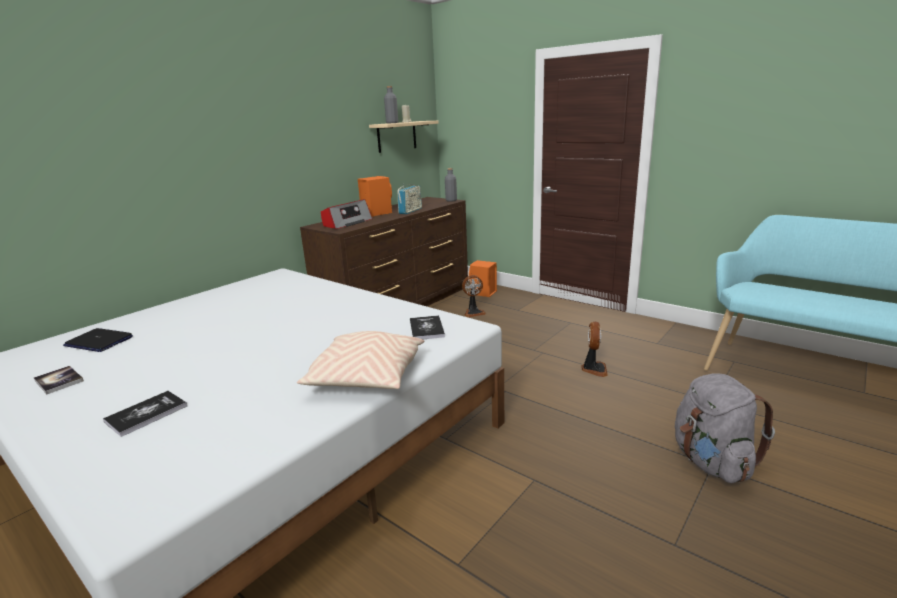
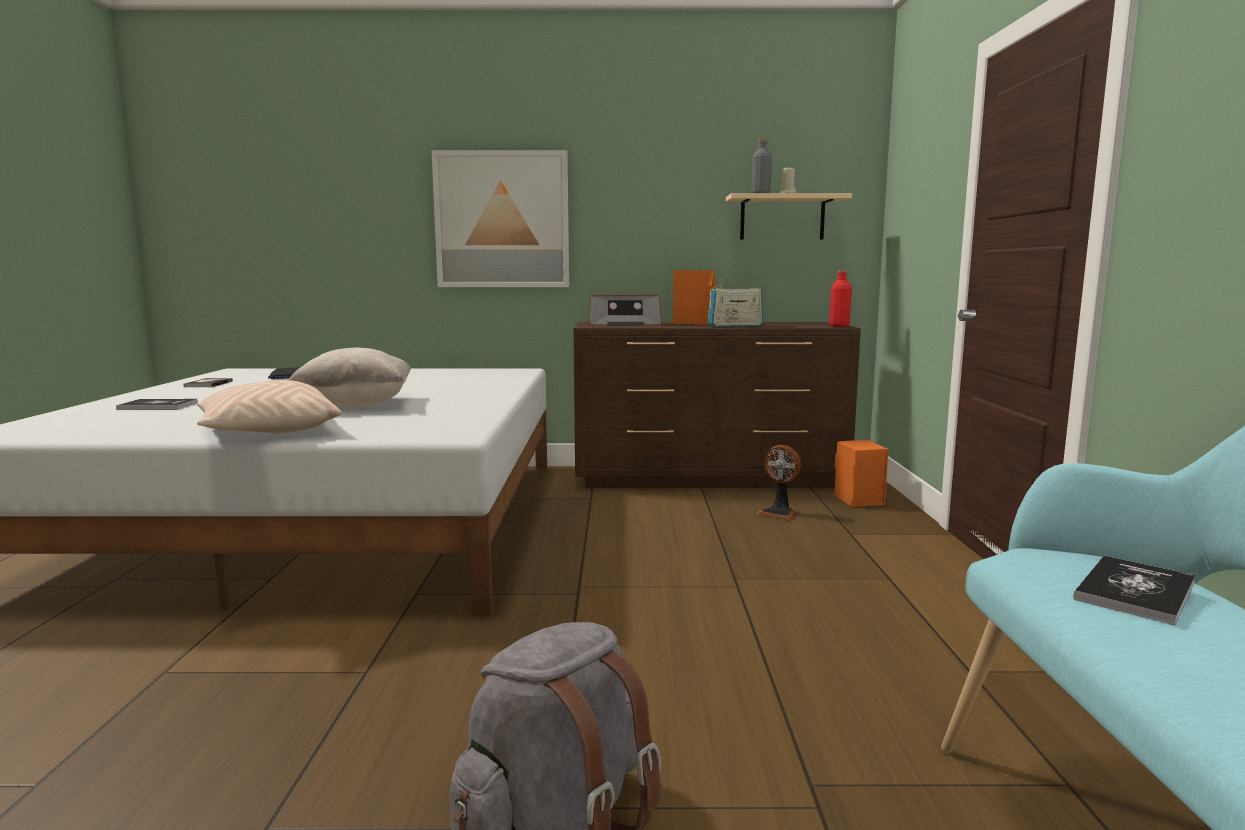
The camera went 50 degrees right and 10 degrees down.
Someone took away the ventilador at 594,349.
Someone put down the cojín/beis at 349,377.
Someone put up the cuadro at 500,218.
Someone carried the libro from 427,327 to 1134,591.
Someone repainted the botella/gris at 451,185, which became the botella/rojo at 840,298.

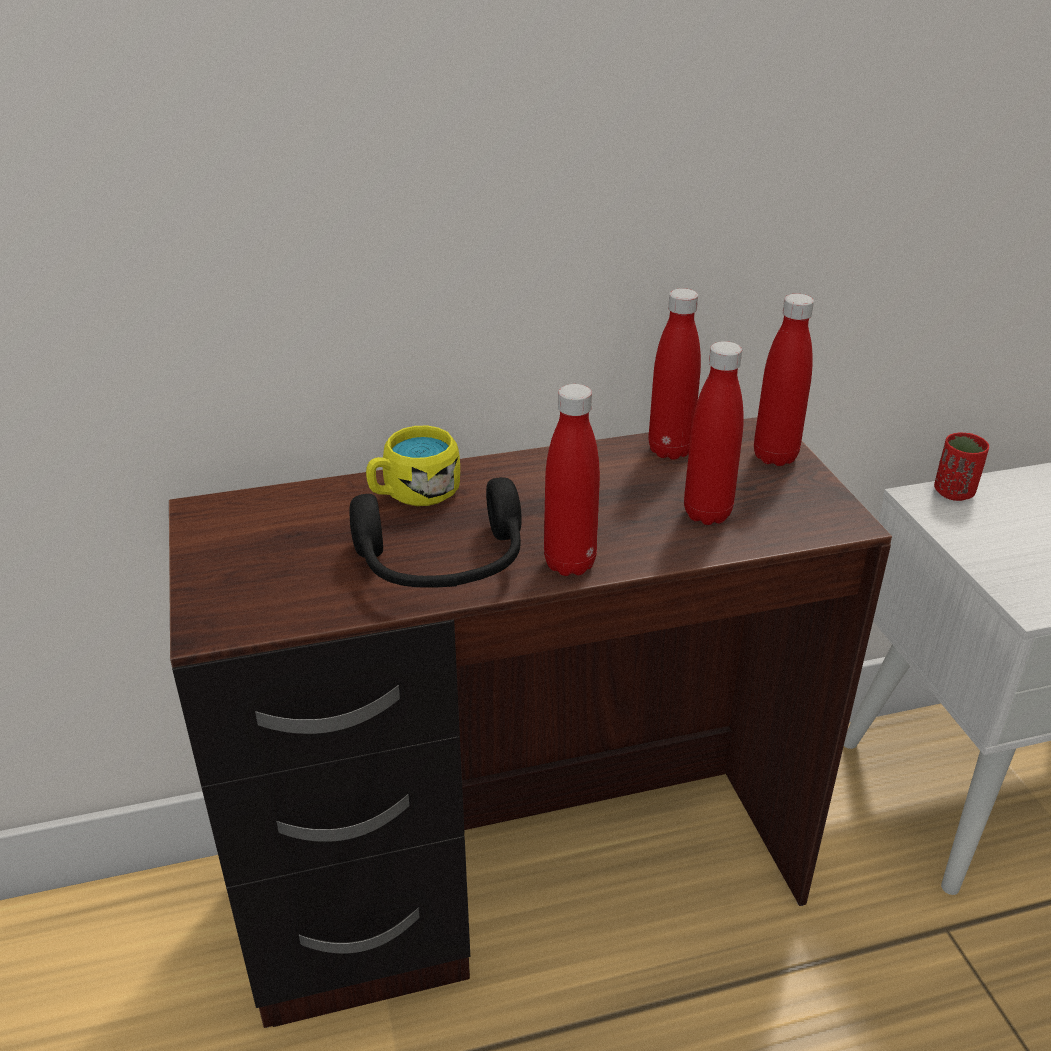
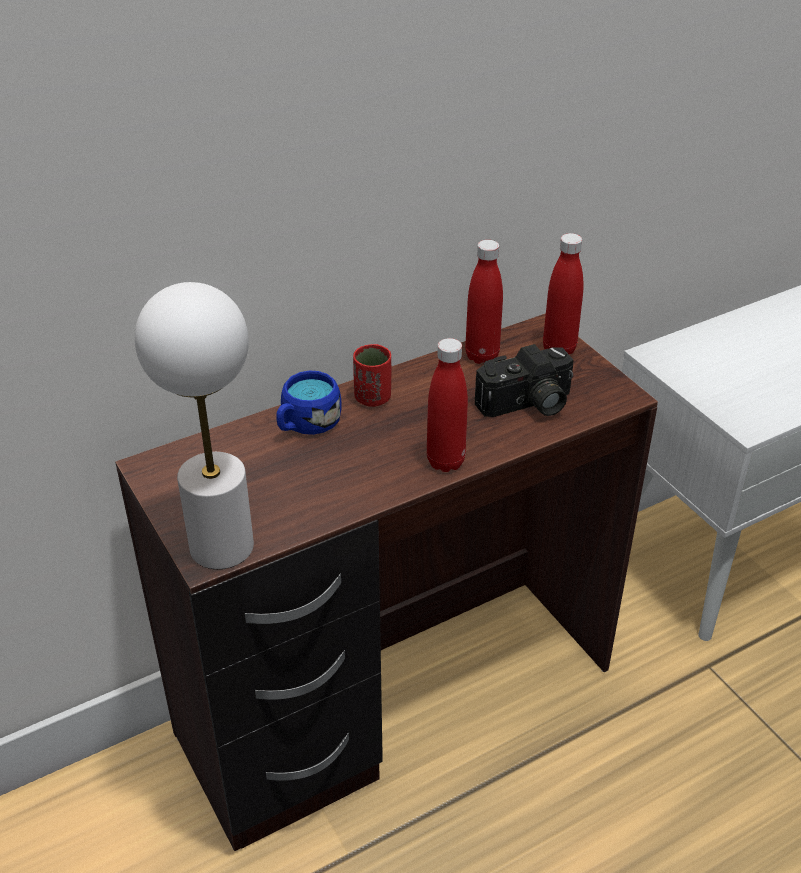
The camera went 15 degrees left and 5 degrees up.
Someone took away the auriculares/negro at 436,532.
Someone put down the lámpara de mesa/blanco at 194,425.
Someone carried the taza/rojo from 961,466 to 372,375.
Someone swapped the botella/rojo at 714,433 for the cámara at 524,380.
Someone repainted the taza grande/amarillo at 413,466, which became the taza grande/azul at 309,403.

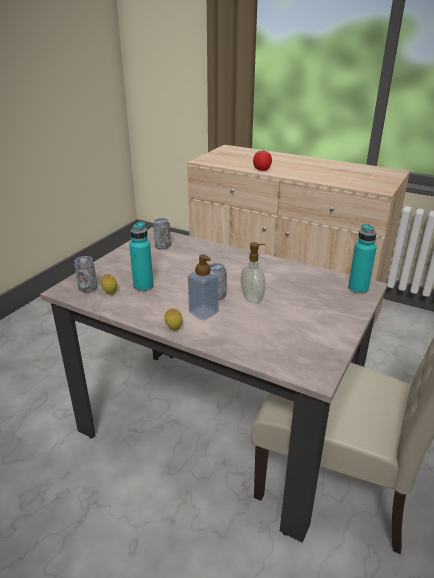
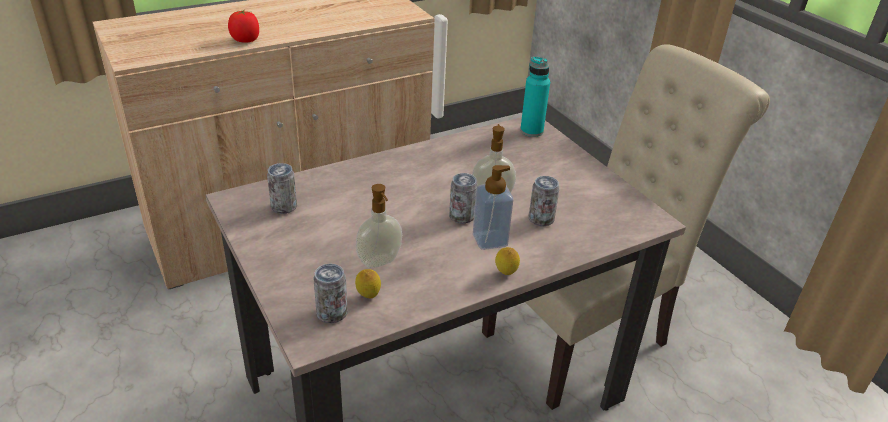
The camera went 60 degrees left and 5 degrees up.
Someone put down the lata at 544,201.
Someone swapped the botella/turquesa at 141,256 for the dispensador de jabón at 378,226.

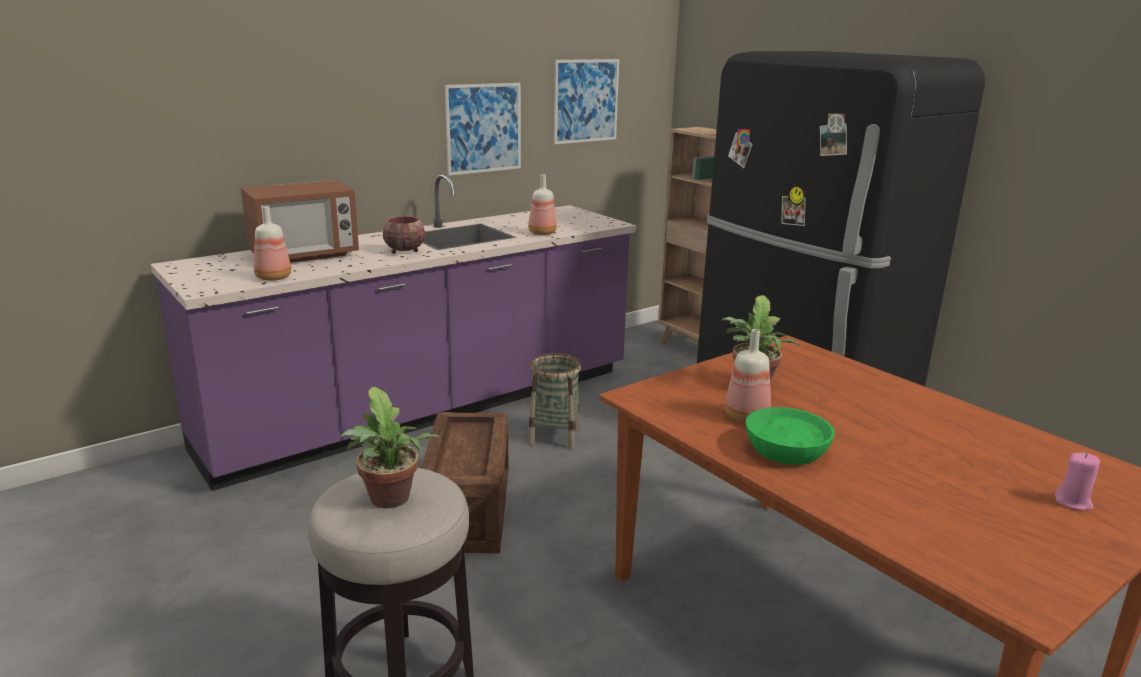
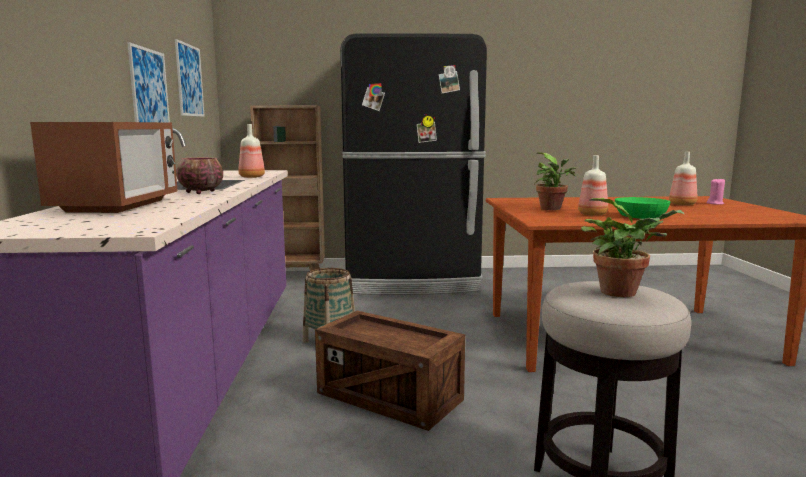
The camera went 55 degrees left and 10 degrees down.
Someone carried the botella from 272,243 to 683,178.

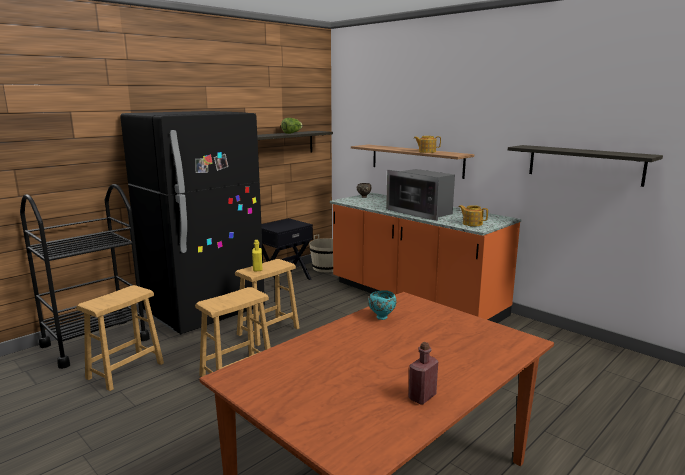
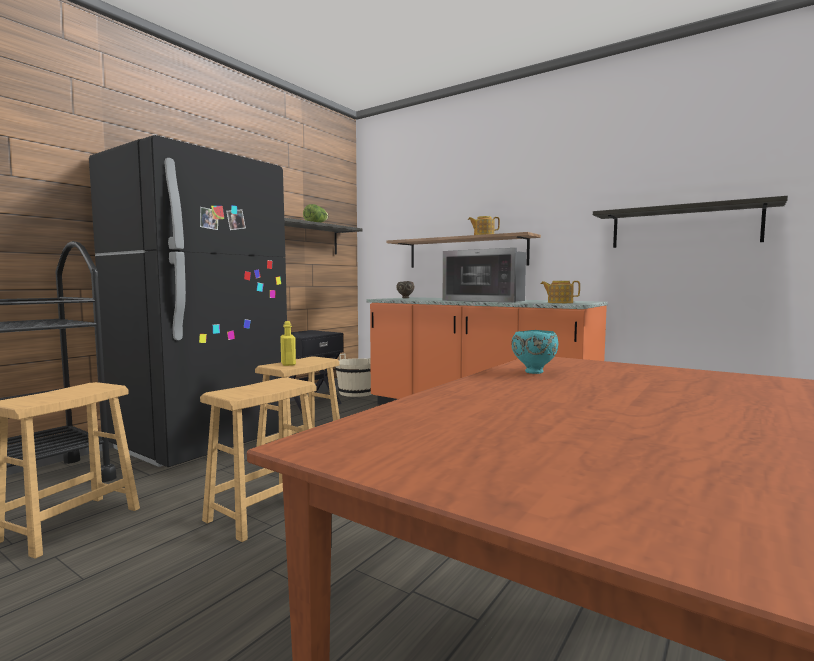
The camera went 10 degrees left and 10 degrees down.
Someone took away the botella/rojo at 423,373.

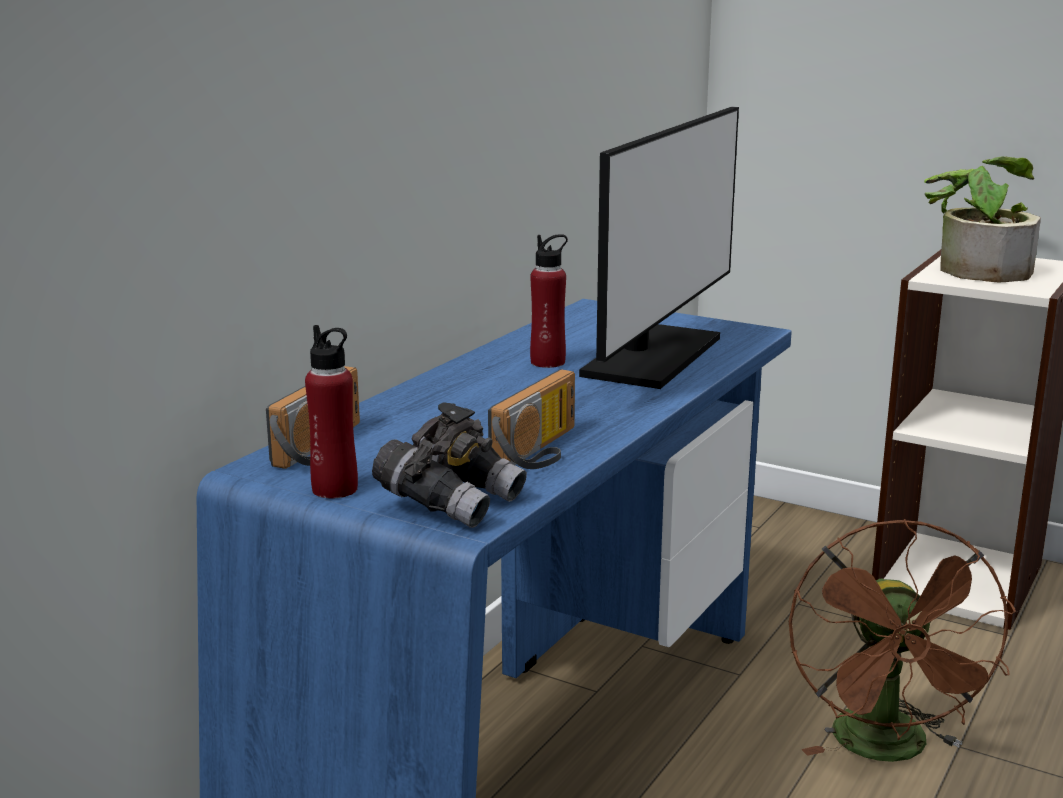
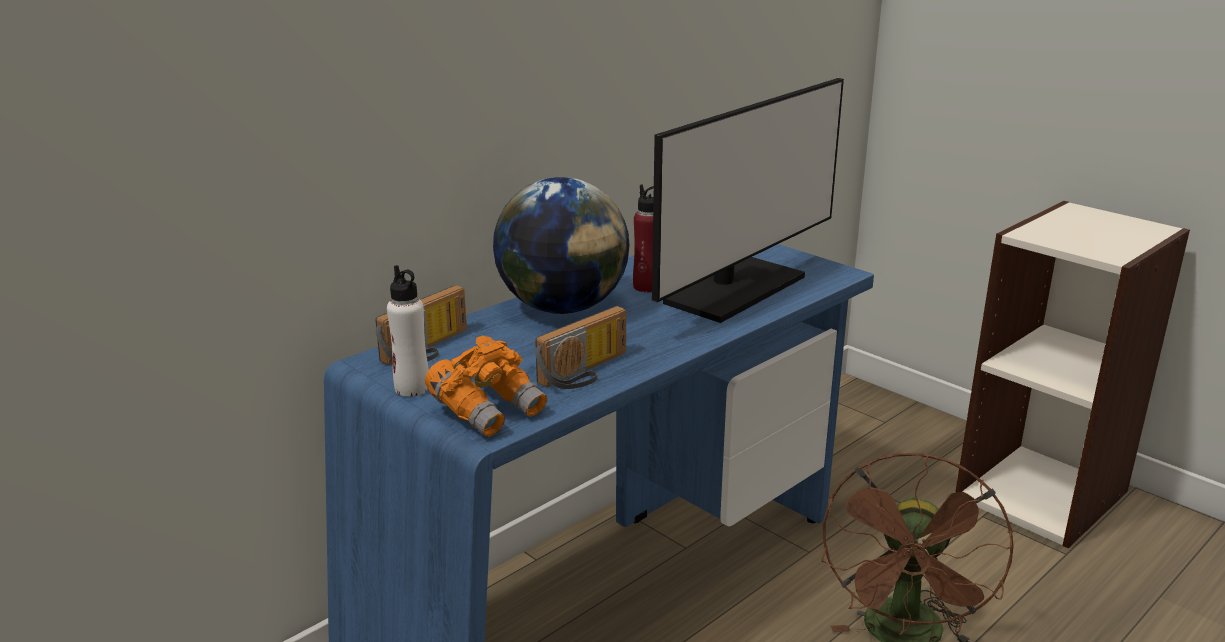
The camera went 15 degrees right and 5 degrees up.
Someone took away the planta en maceta at 982,219.
Someone put down the globo terráqueo at 561,245.
Someone repainted the botella/rojo at 331,412, which became the botella/blanco at 408,330.
Someone repainted the prismáticos/gris at 449,465, which became the prismáticos/naranja at 486,386.

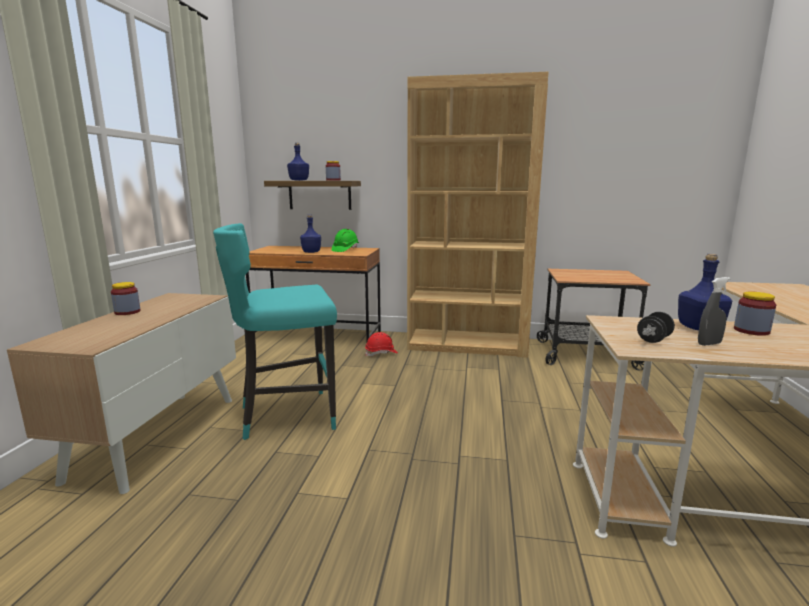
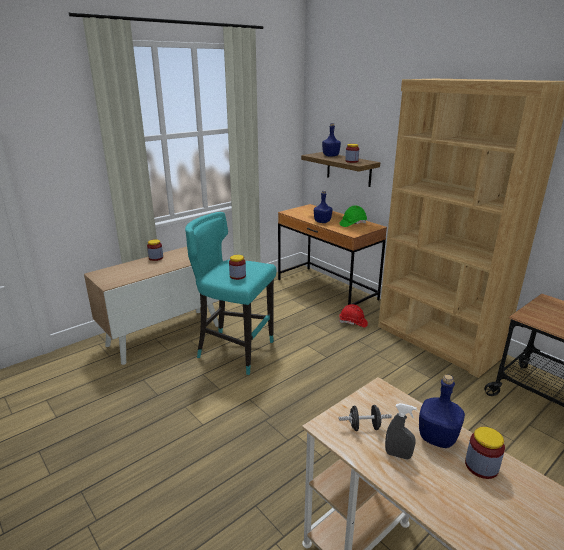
The camera went 40 degrees right and 10 degrees up.
Someone put down the tarro at 237,267.

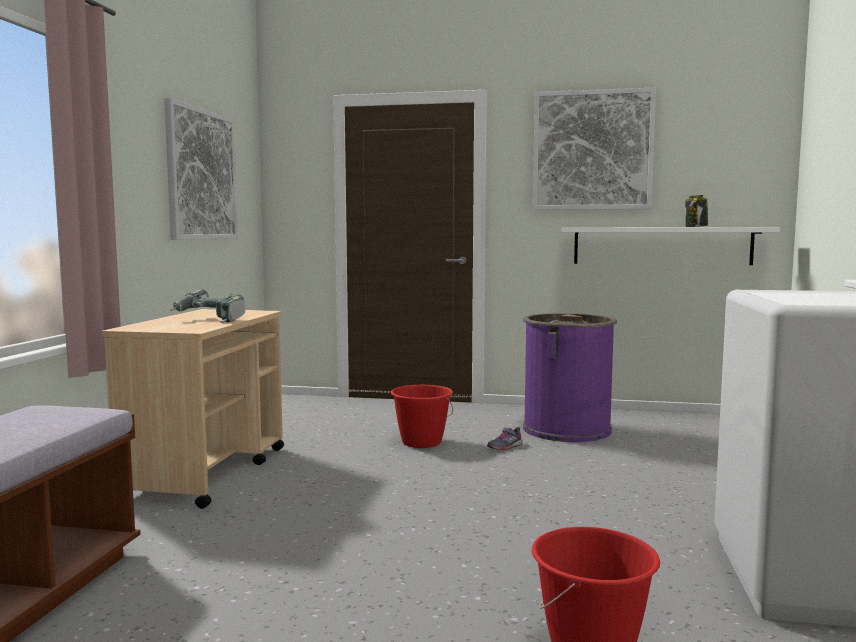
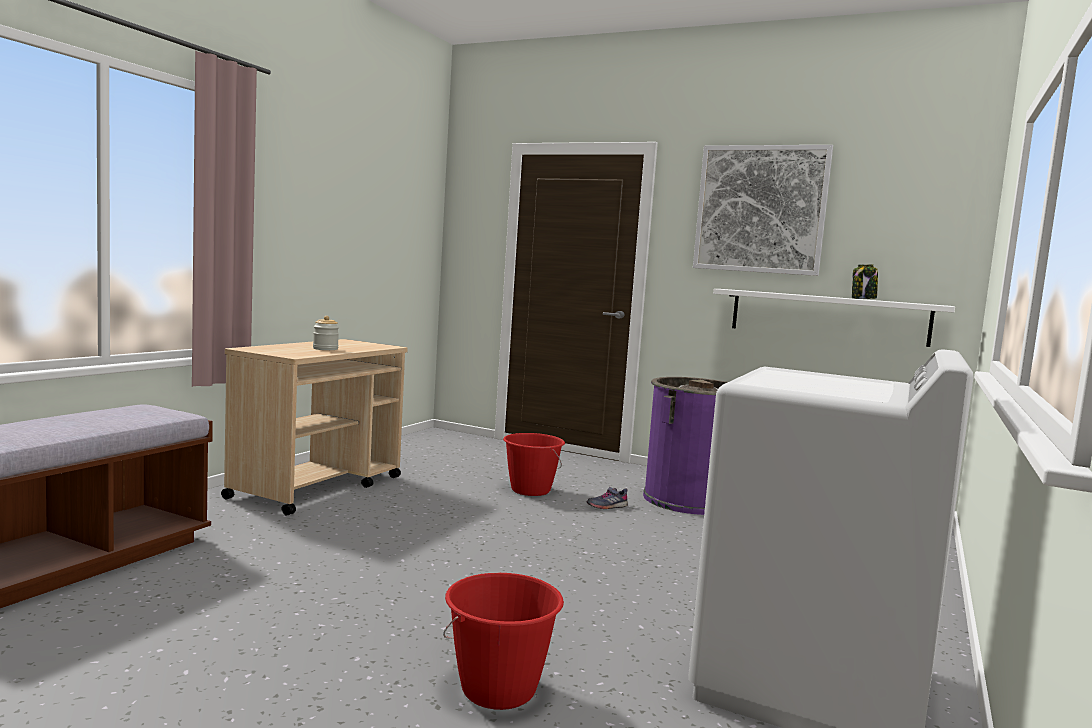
The camera went 15 degrees right and 0 degrees up.
Someone took away the cuadro at 201,169.
Someone swapped the taladro at 207,306 for the tarro at 326,333.

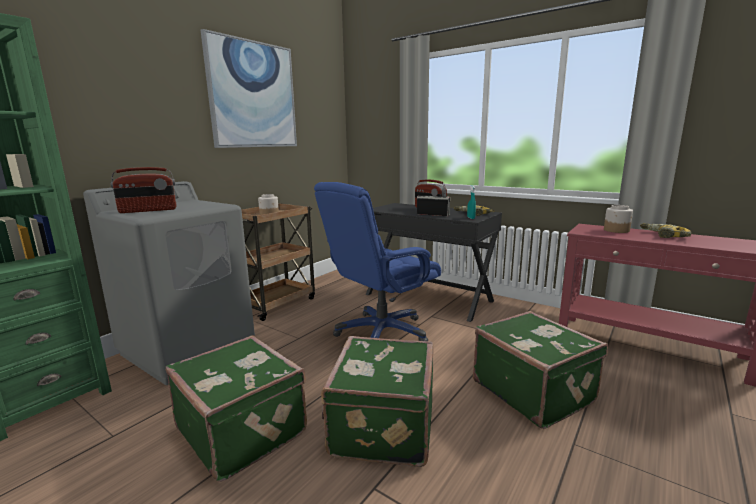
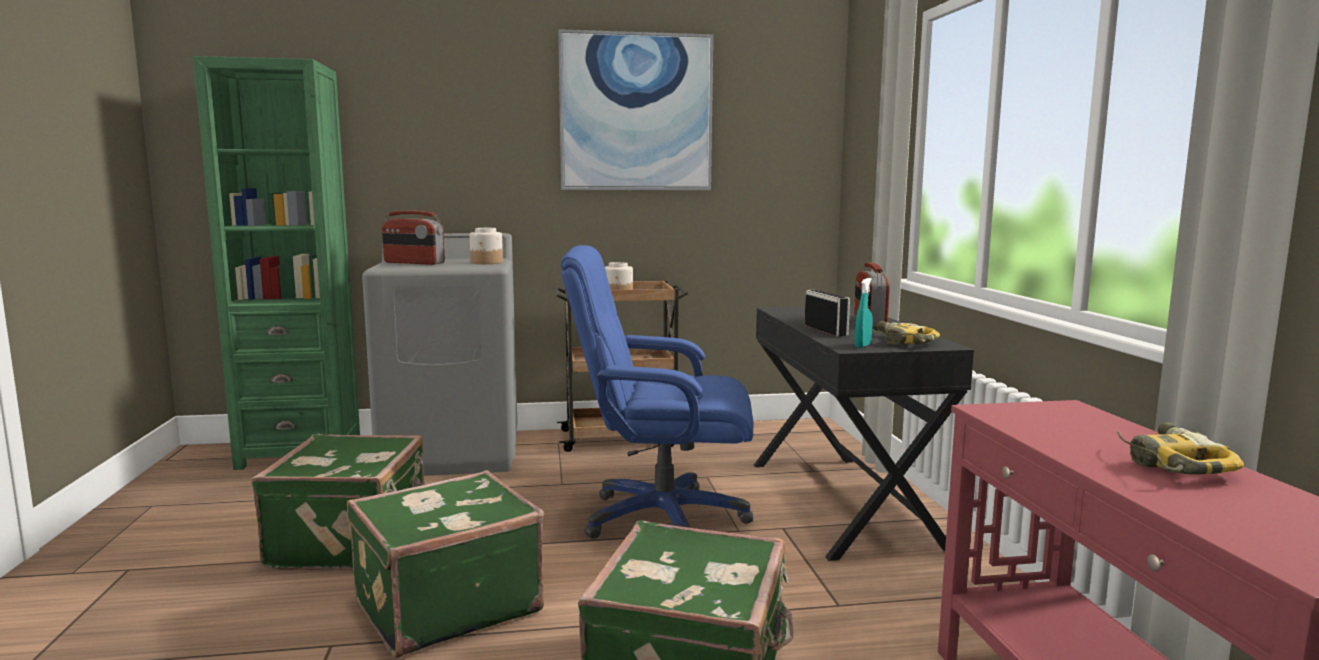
The camera went 45 degrees right and 5 degrees down.
Someone carried the tarro from 618,219 to 486,246.

